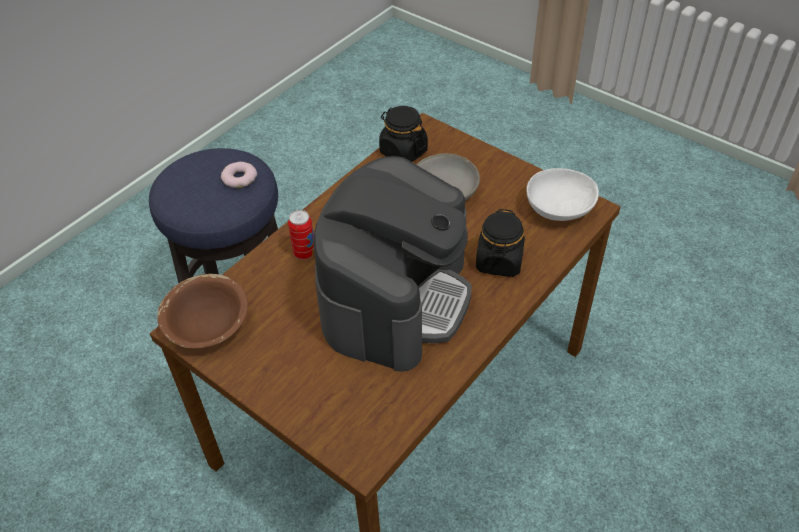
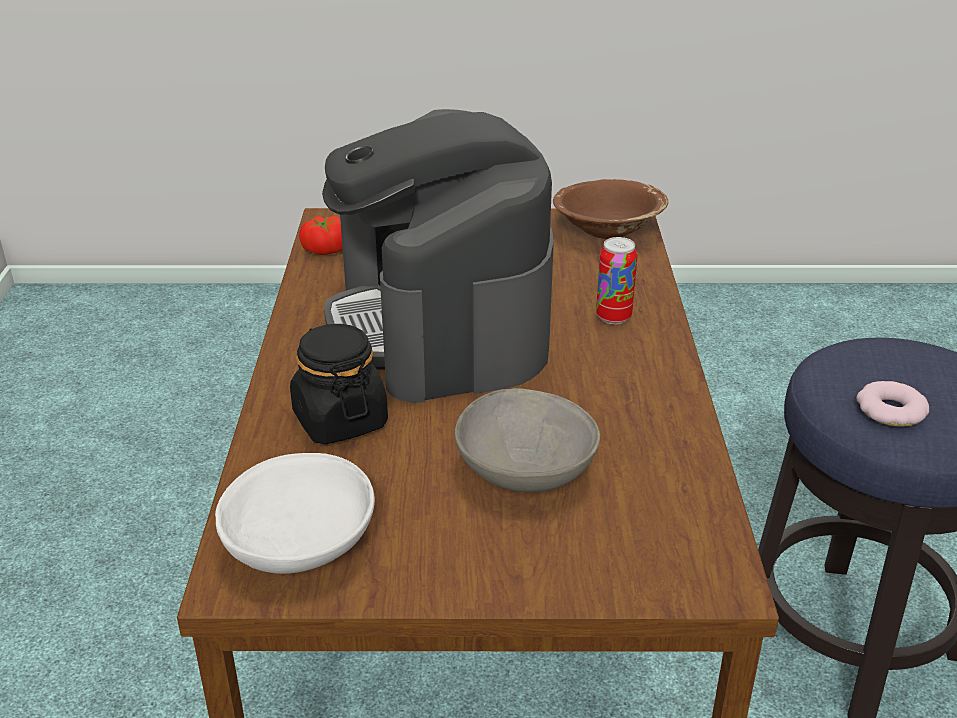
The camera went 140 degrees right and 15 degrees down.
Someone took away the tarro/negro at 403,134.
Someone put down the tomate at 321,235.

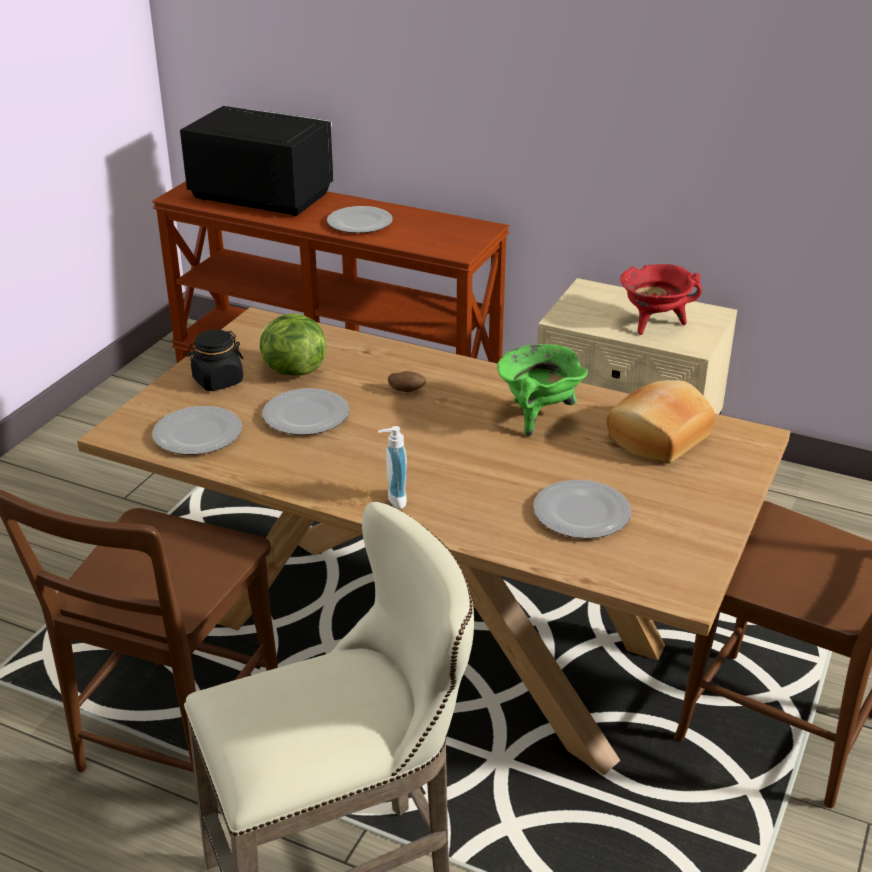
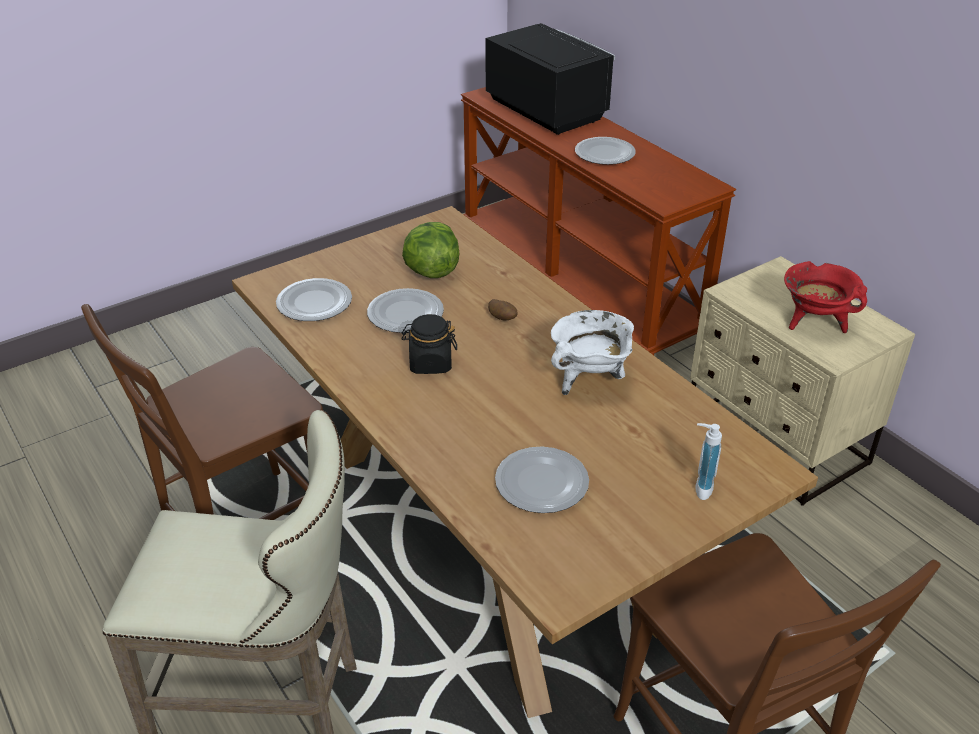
The camera went 30 degrees right and 5 degrees up.
Someone took away the pan at 661,422.
Someone carried the tarro/negro from 214,360 to 429,344.
Someone carried the dispensador de jabón from 392,467 to 708,461.
Someone repainted the olla/verde at 542,390, which became the olla/blanco at 592,352.

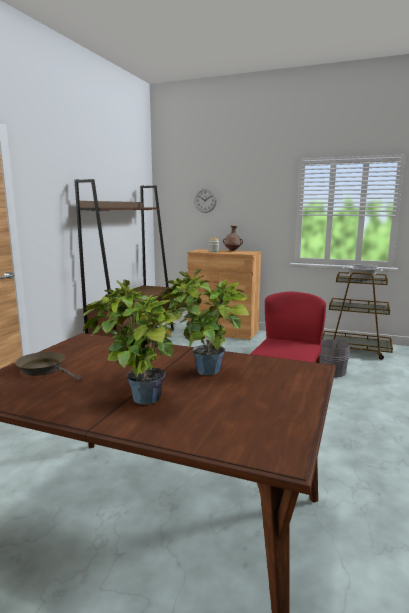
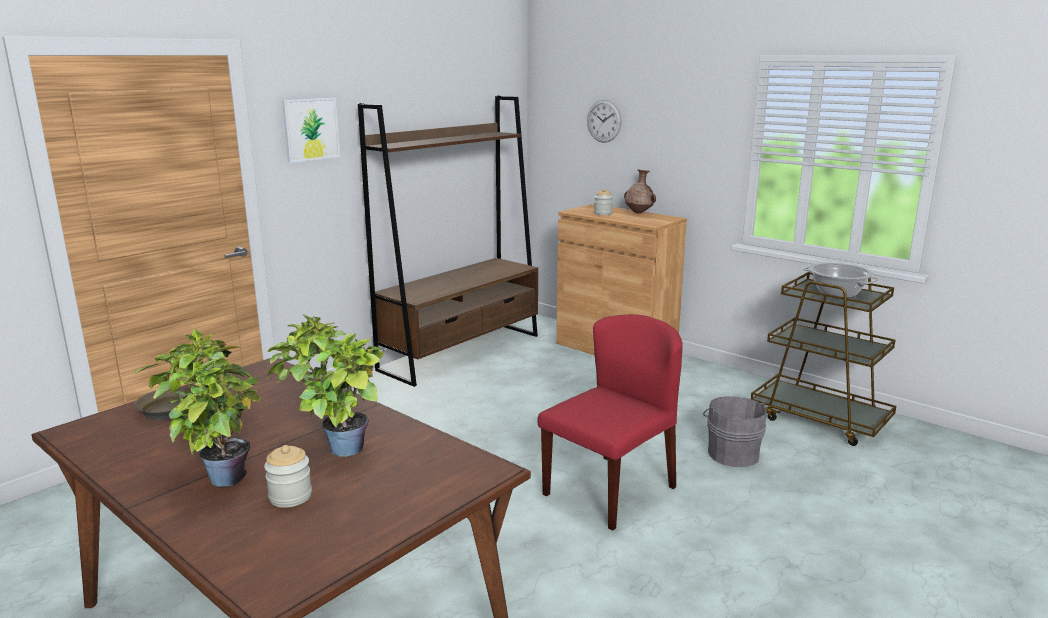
The camera went 20 degrees right and 5 degrees up.
Someone put down the tarro at 288,476.
Someone put up the cuadro at 311,130.

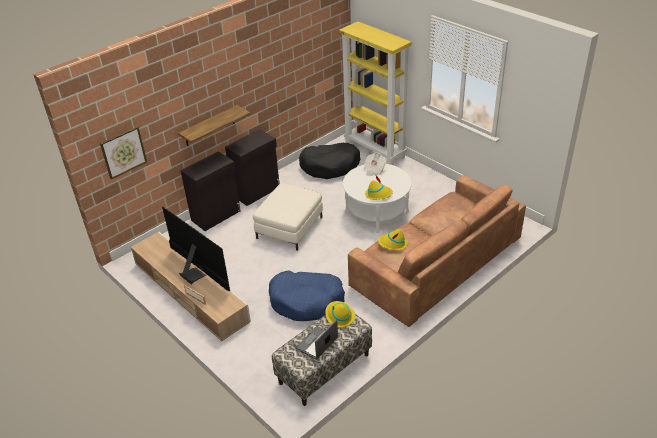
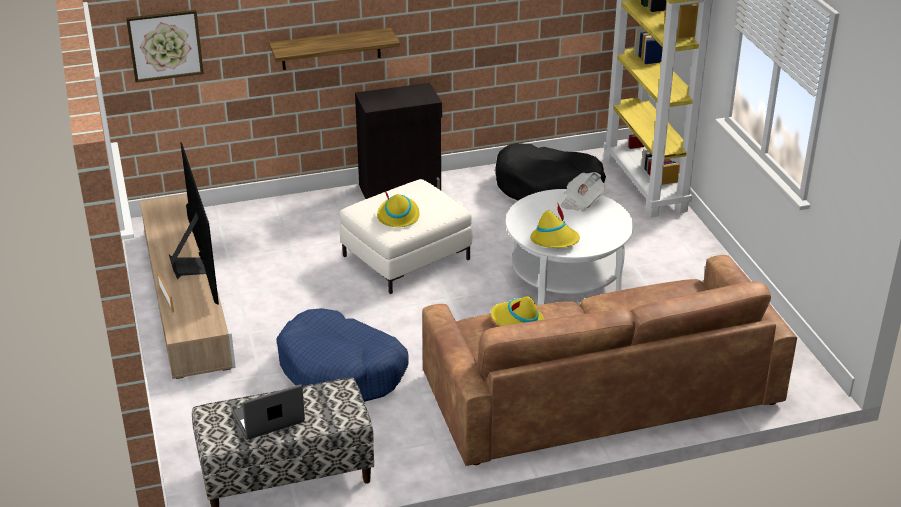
The camera went 25 degrees right and 5 degrees down.
Someone took away the armario/negro at 210,191.
Someone carried the sombrero/amarillo from 340,314 to 398,209.

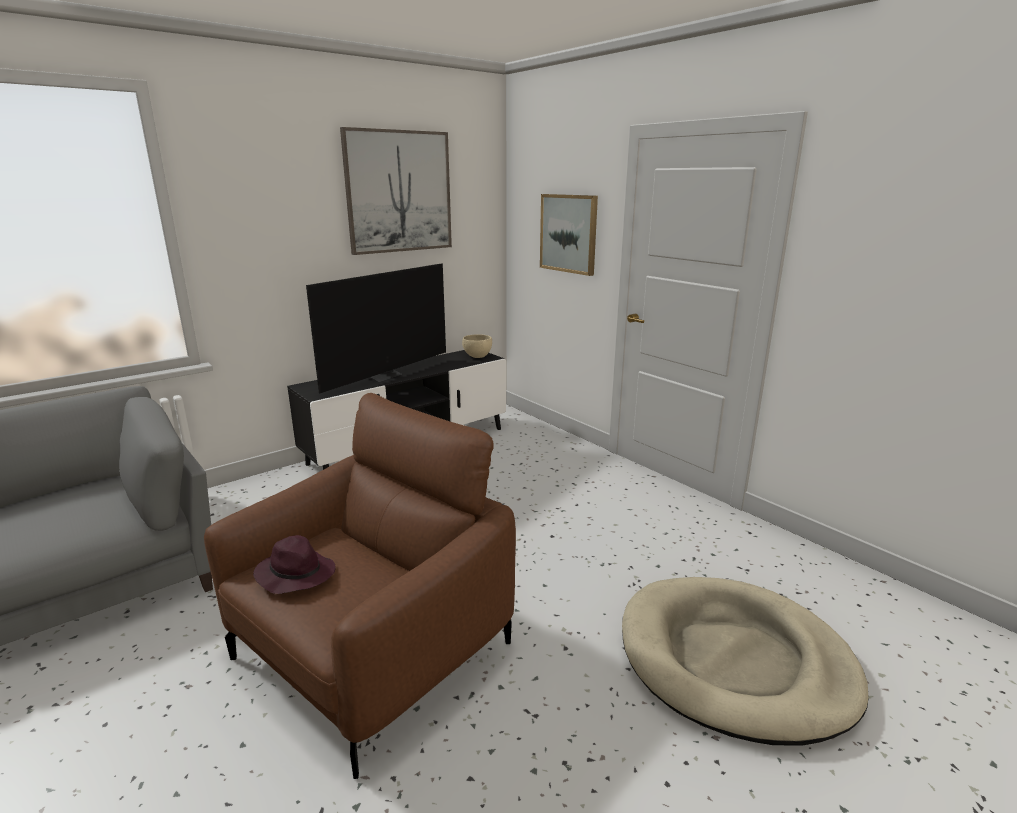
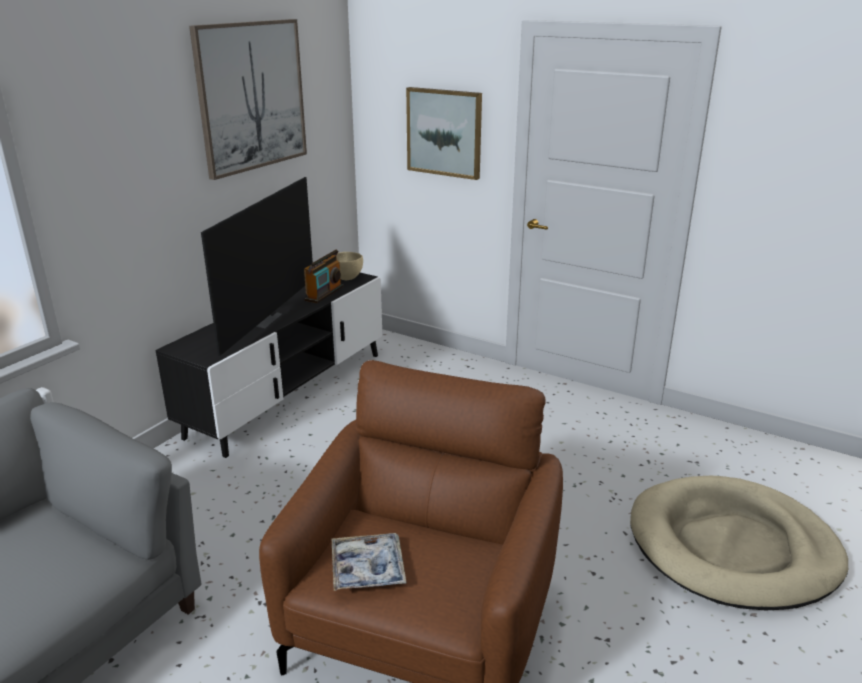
The camera went 20 degrees left and 5 degrees up.
Someone put down the radio at 323,276.
Someone swapped the sombrero/morado at 294,564 for the bandeja at 369,562.

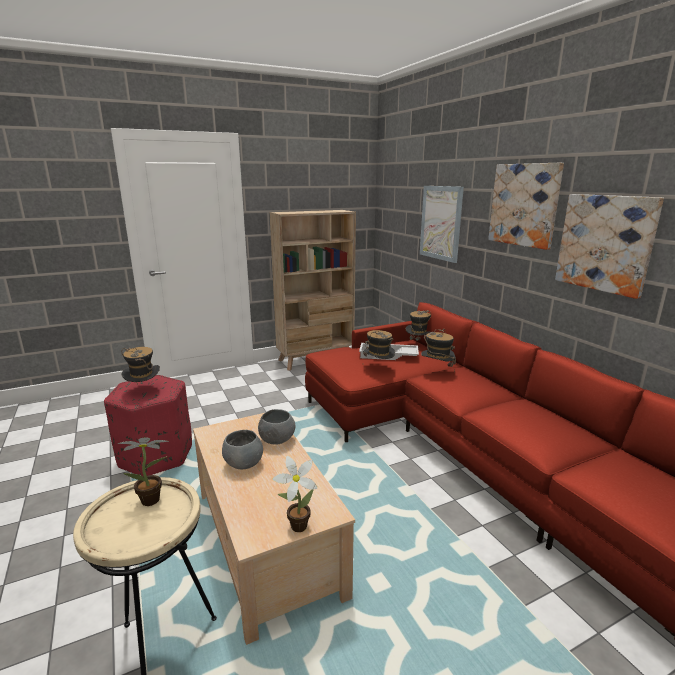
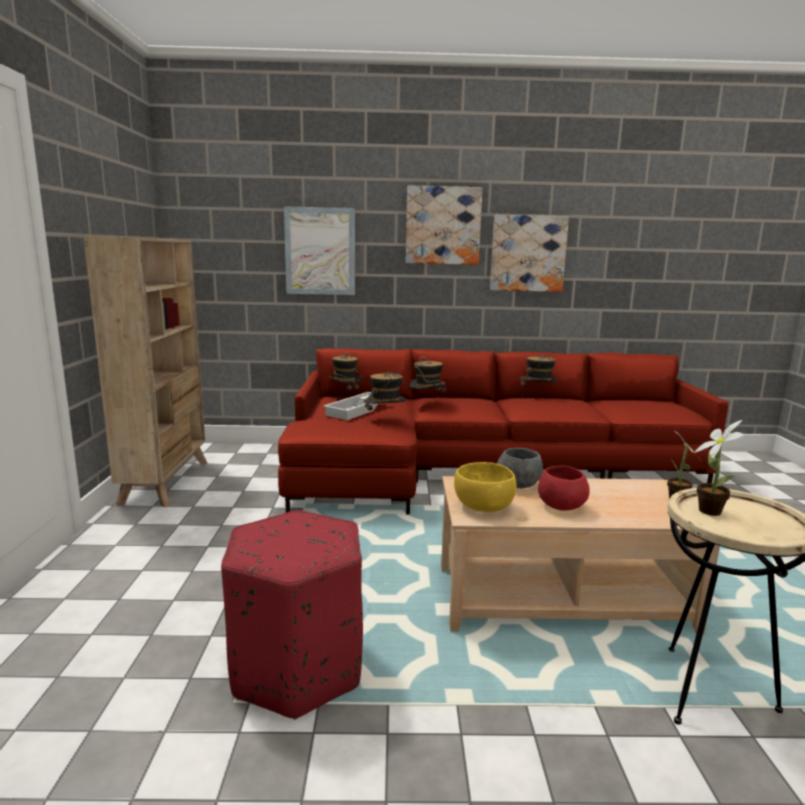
The camera went 65 degrees left and 5 degrees down.
Someone put down the cuenco/amarillo at 485,487.
Someone carried the sombrero from 140,366 to 539,371.
Someone repainted the cuenco/gris at 242,449, which became the cuenco/rojo at 564,488.

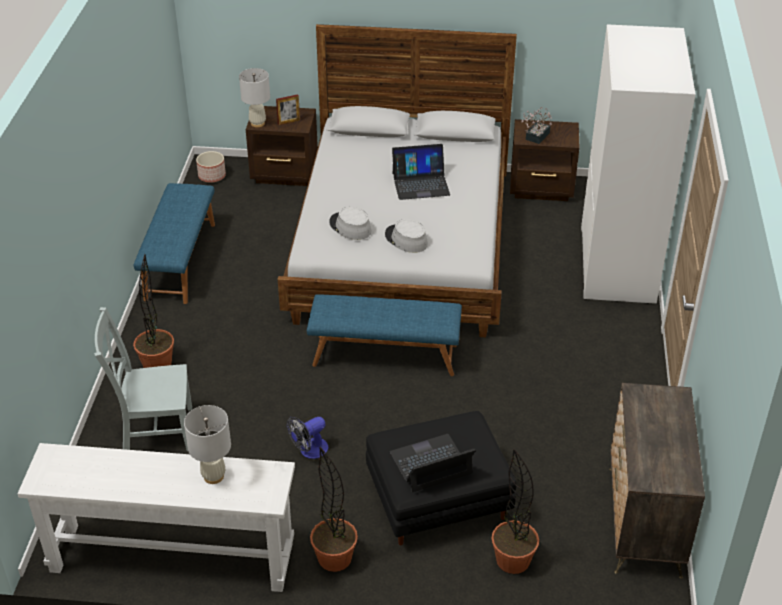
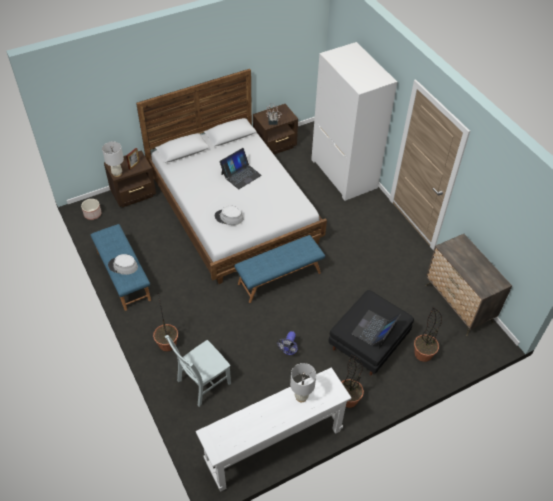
The camera went 35 degrees left and 10 degrees up.
Someone carried the sombrero/gris from 406,236 to 123,264.

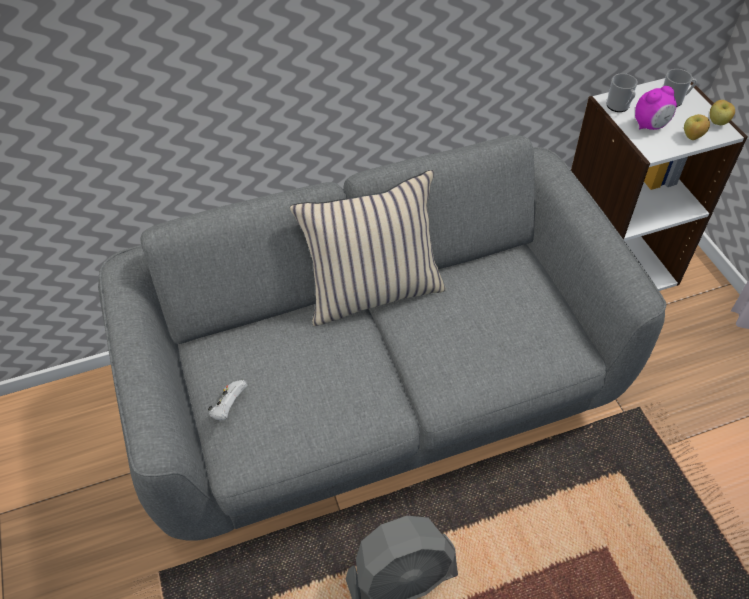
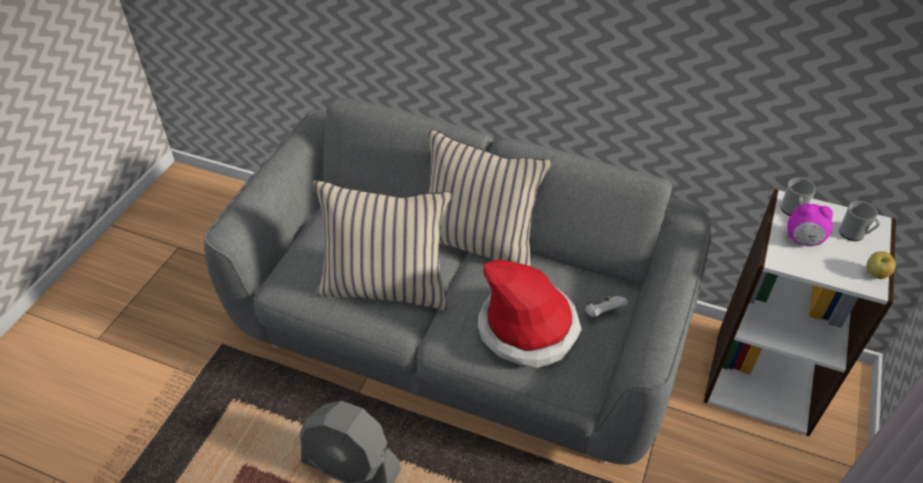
The camera went 40 degrees right and 5 degrees down.
Someone took away the manzana at 697,127.
Someone put down the cojín/beis at 382,245.
Someone put down the sombrero at 530,314.
Someone carried the mando de consola/blanco from 227,400 to 606,306.

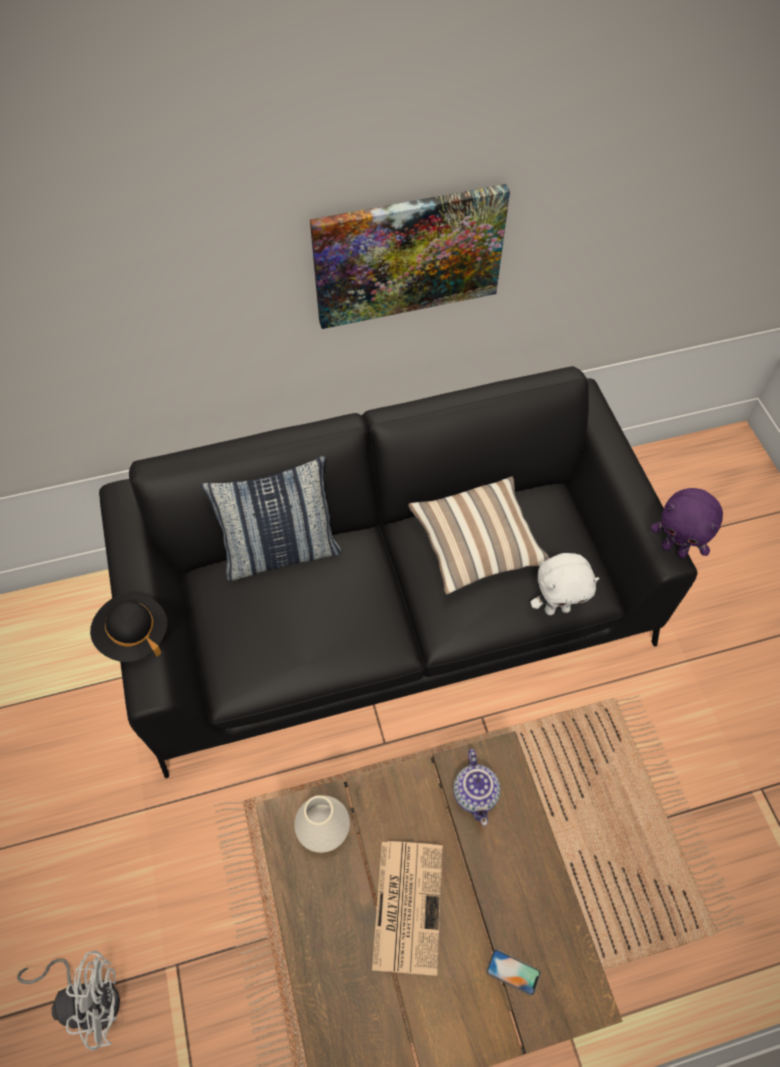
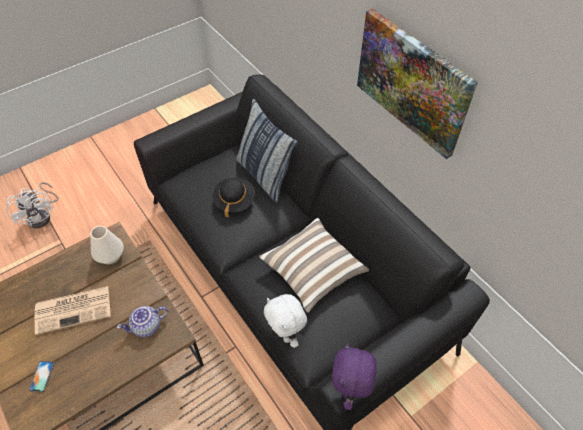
The camera went 70 degrees right and 5 degrees down.
Someone carried the sombrero/negro from 128,627 to 234,197.

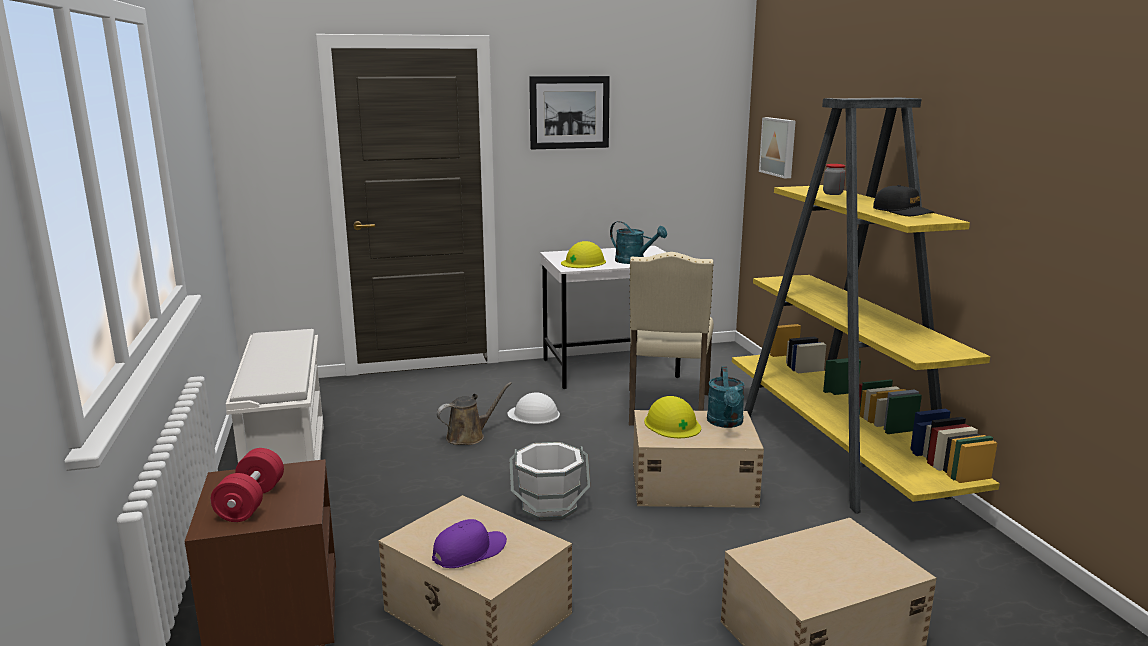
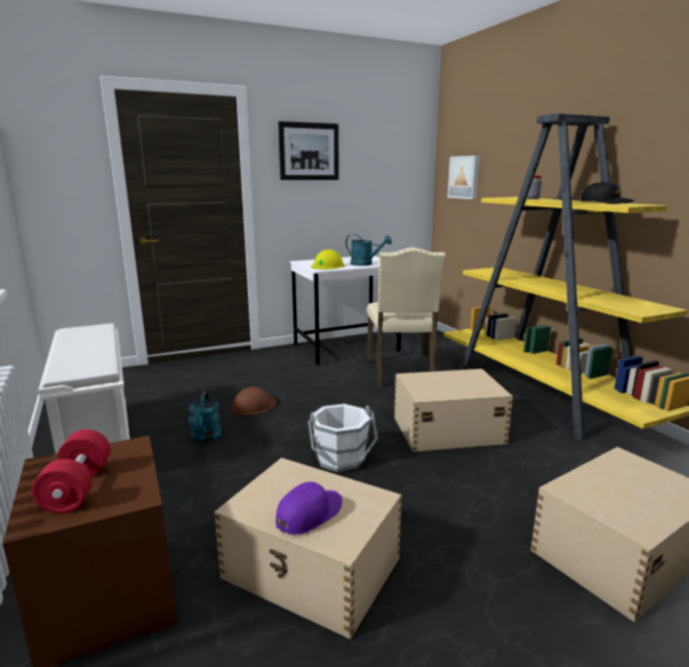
The camera went 10 degrees left and 0 degrees up.
Someone took away the casco/blanco at 534,408.
Someone took away the casco/amarillo at 672,417.
Someone carried the regadera/turquesa from 726,397 to 205,417.
Someone swapped the regadera/marrón at 474,413 for the casco/marrón at 254,401.

